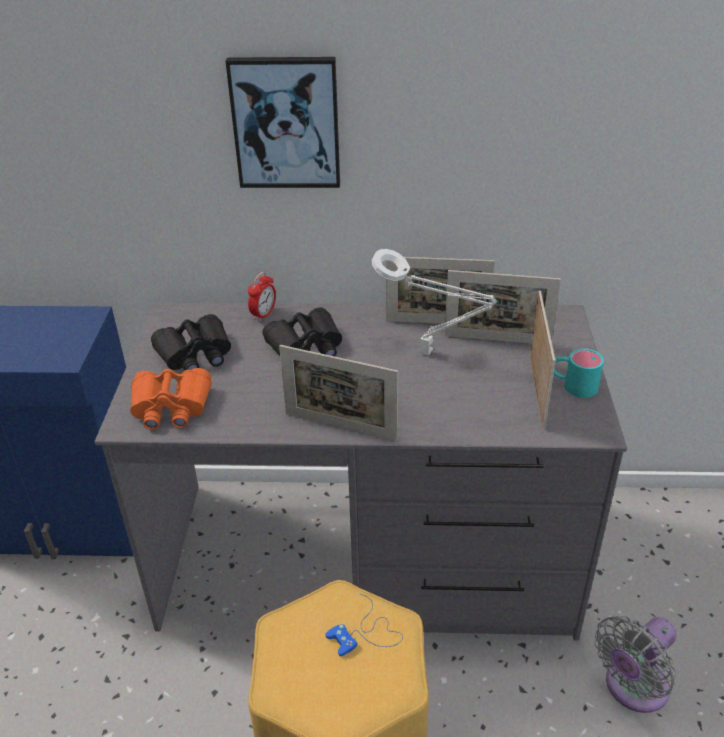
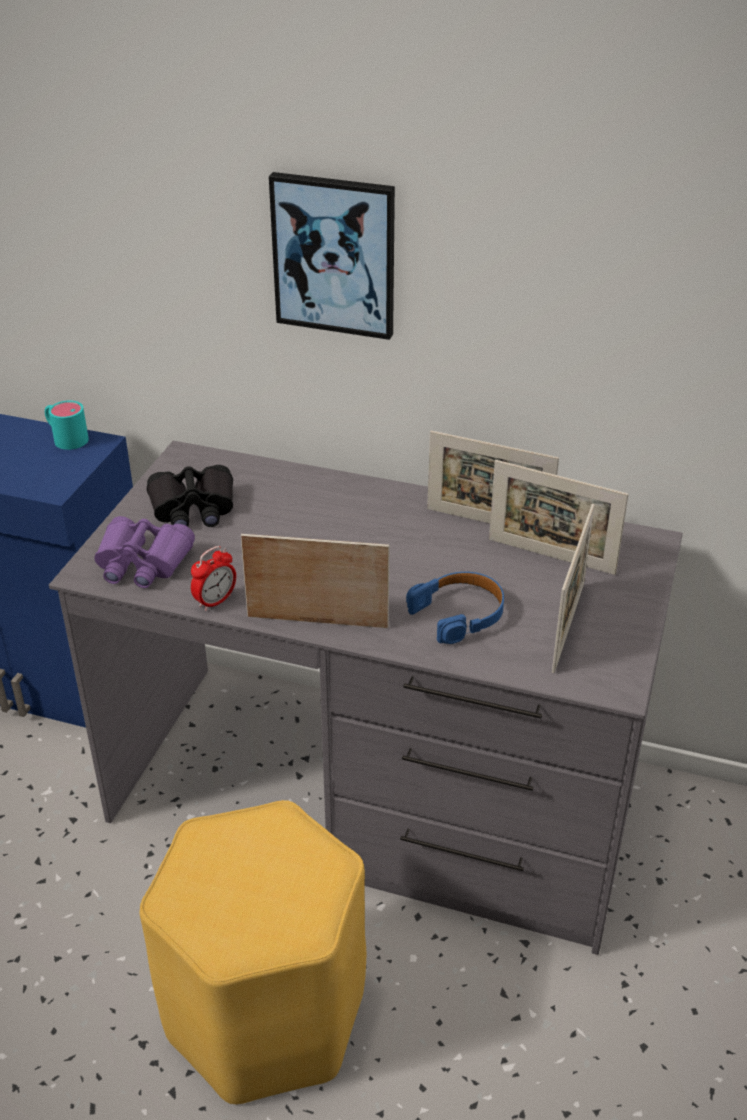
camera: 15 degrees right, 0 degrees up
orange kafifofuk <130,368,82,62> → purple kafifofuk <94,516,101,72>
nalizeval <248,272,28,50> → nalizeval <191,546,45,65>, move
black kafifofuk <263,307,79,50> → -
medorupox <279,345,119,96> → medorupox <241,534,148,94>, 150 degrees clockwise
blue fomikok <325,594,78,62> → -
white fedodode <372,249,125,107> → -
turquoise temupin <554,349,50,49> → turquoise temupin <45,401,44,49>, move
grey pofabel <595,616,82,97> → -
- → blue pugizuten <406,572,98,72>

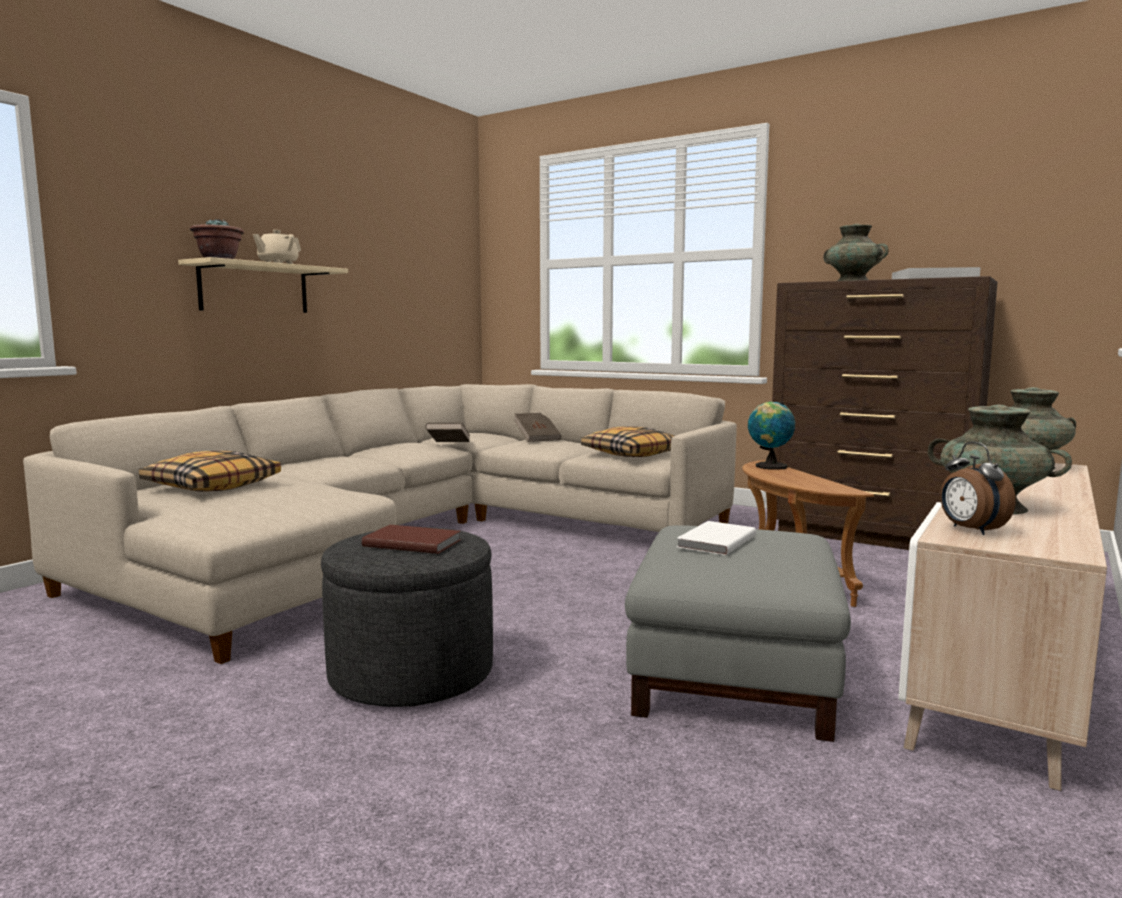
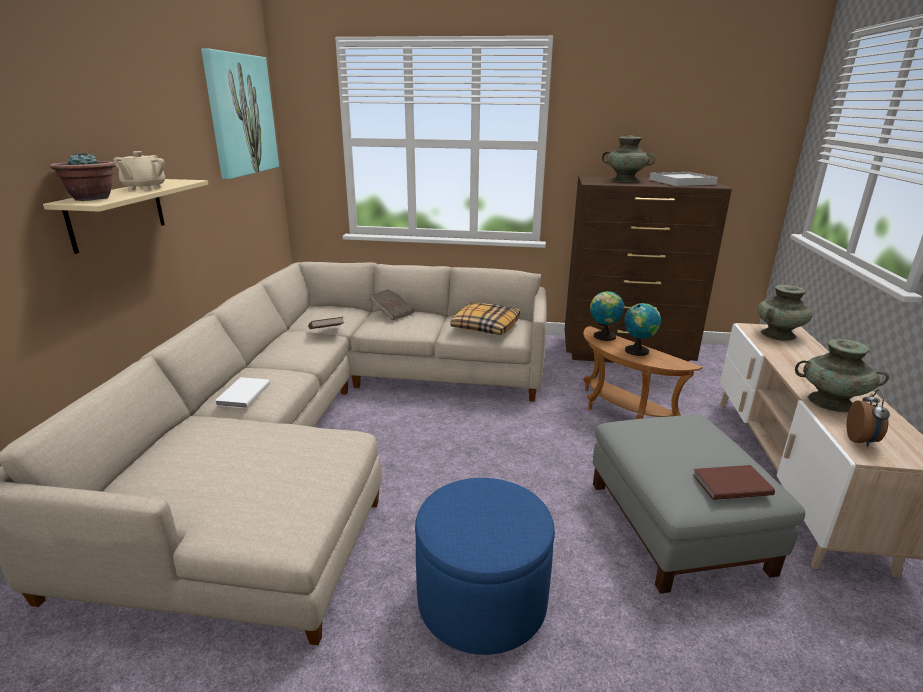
camera: 25 degrees left, 15 degrees up
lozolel <139,450,142,42> → -
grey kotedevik <321,527,172,180> → blue kotedevik <415,478,140,177>
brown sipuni <362,525,99,29> → brown sipuni <693,465,82,35>, move
white sipuni <677,521,79,34> → white sipuni <215,377,55,31>, move
nalizeval <940,442,76,93> → nalizeval <846,390,44,57>, 120 degrees counterclockwise
- → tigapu <201,48,78,131>
- → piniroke <624,303,37,53>

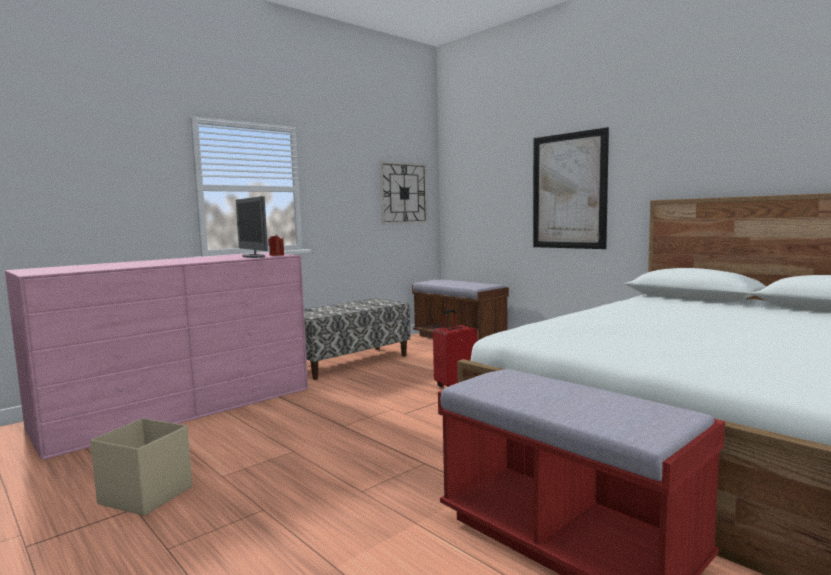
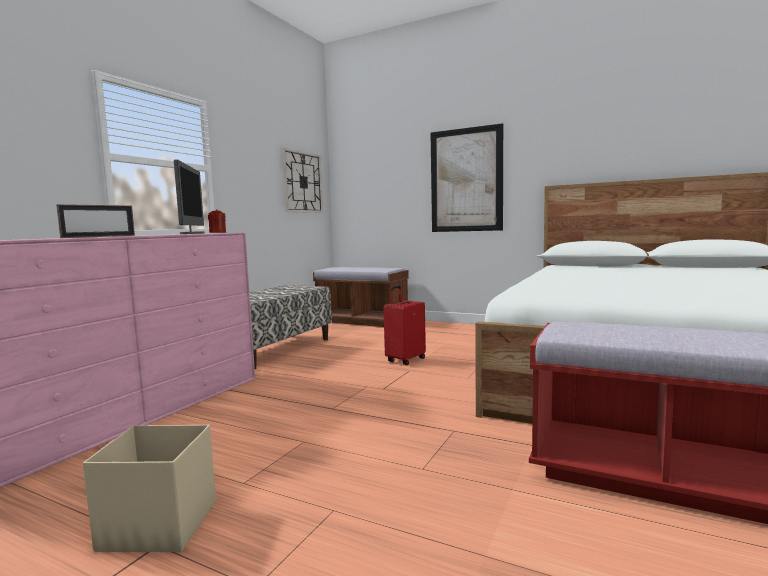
camera: 20 degrees left, 0 degrees up
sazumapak <236,196,32,62> → sazumapak <174,159,31,75>, 135 degrees counterclockwise
- → medorupox <56,204,79,34>

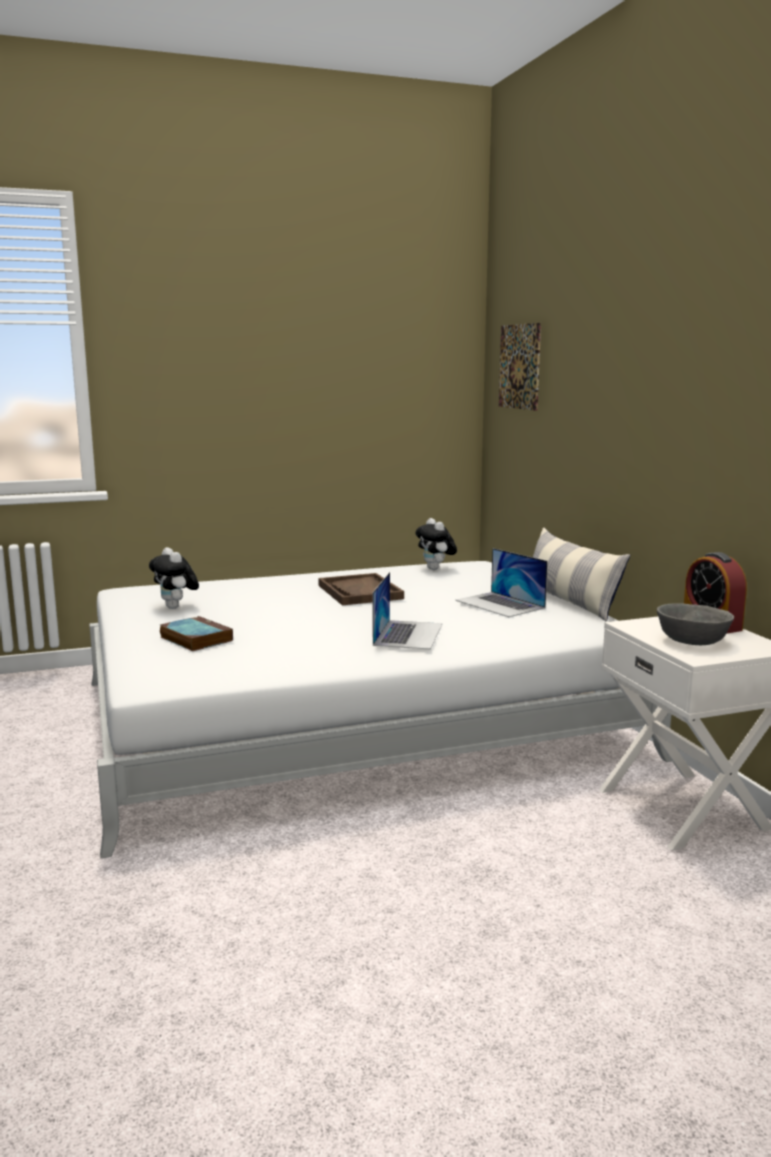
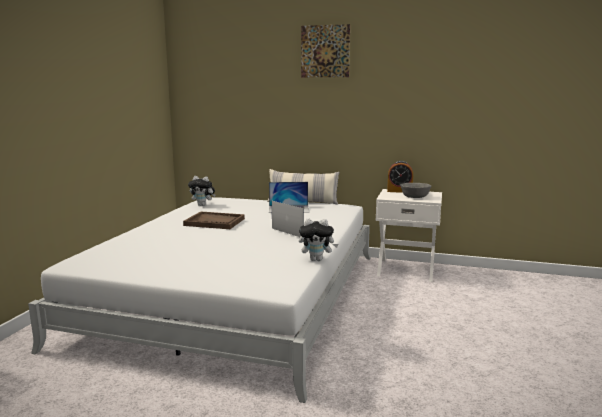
camera: 55 degrees left, 0 degrees up
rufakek <149,547,50,62> → rufakek <299,218,39,43>, move
sipuni <160,616,73,35> → -
tigapu <499,323,42,88> → tigapu <301,24,49,53>, move

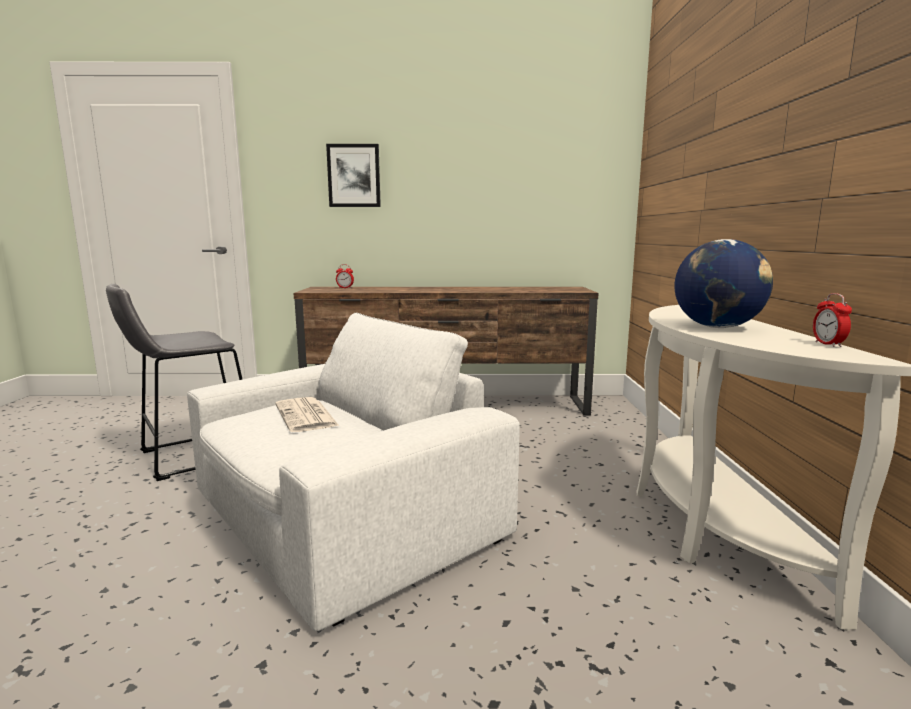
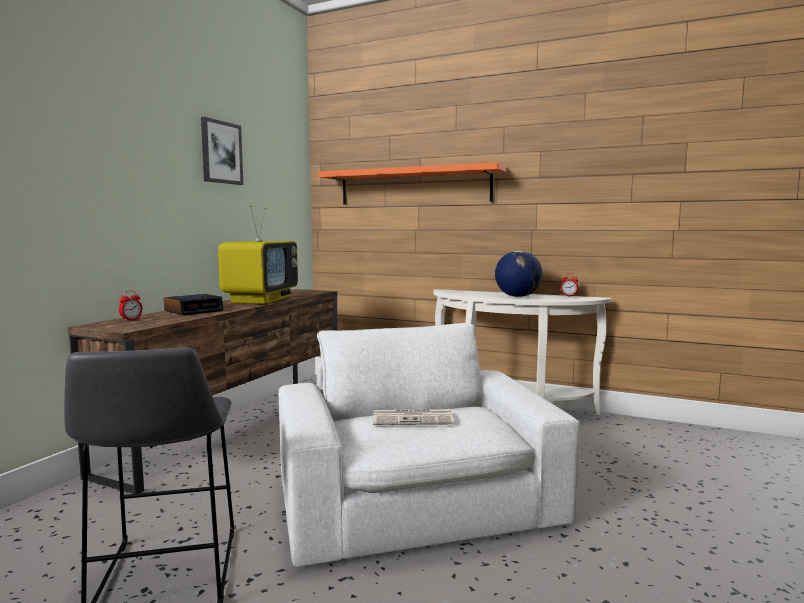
camera: 65 degrees left, 5 degrees down
tigapu <326,144,55,63> → tigapu <201,117,42,68>, move
- → nalizeval <164,294,60,22>
- → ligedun <218,205,80,99>
- → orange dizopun <319,162,187,43>

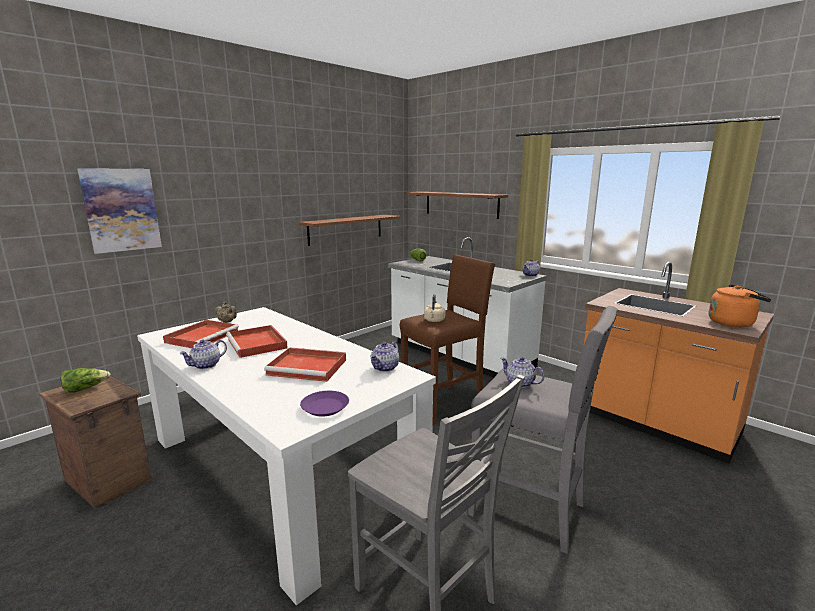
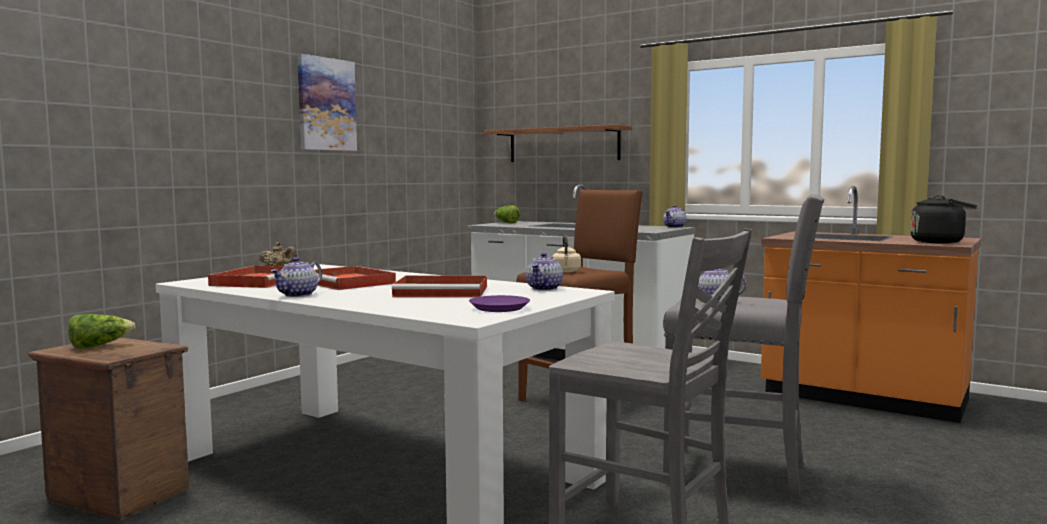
camera: 10 degrees left, 10 degrees down
tigapu <77,168,85,86> → tigapu <297,54,60,97>, move
dizopun <299,215,101,31> → -
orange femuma <709,284,62,43> → black femuma <910,195,67,49>

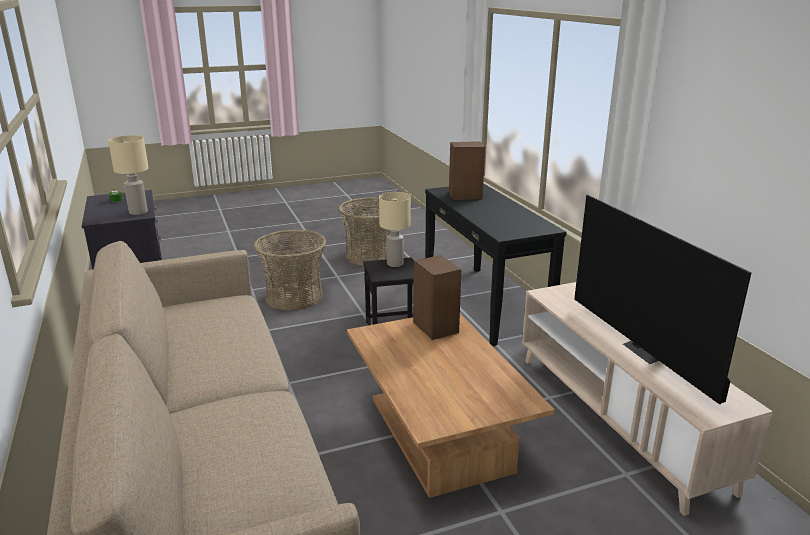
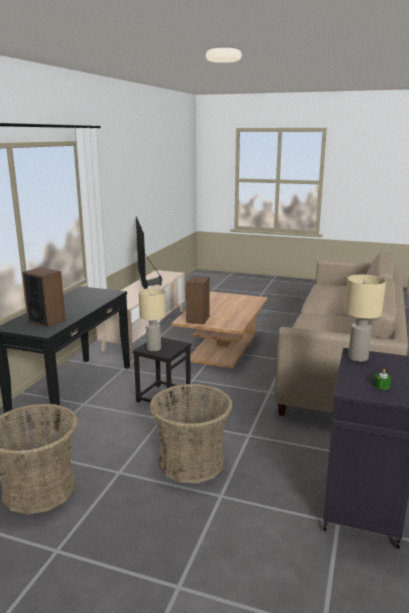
camera: 140 degrees left, 5 degrees down
ligedun <574,195,178,209> → ligedun <136,216,27,73>, 150 degrees clockwise

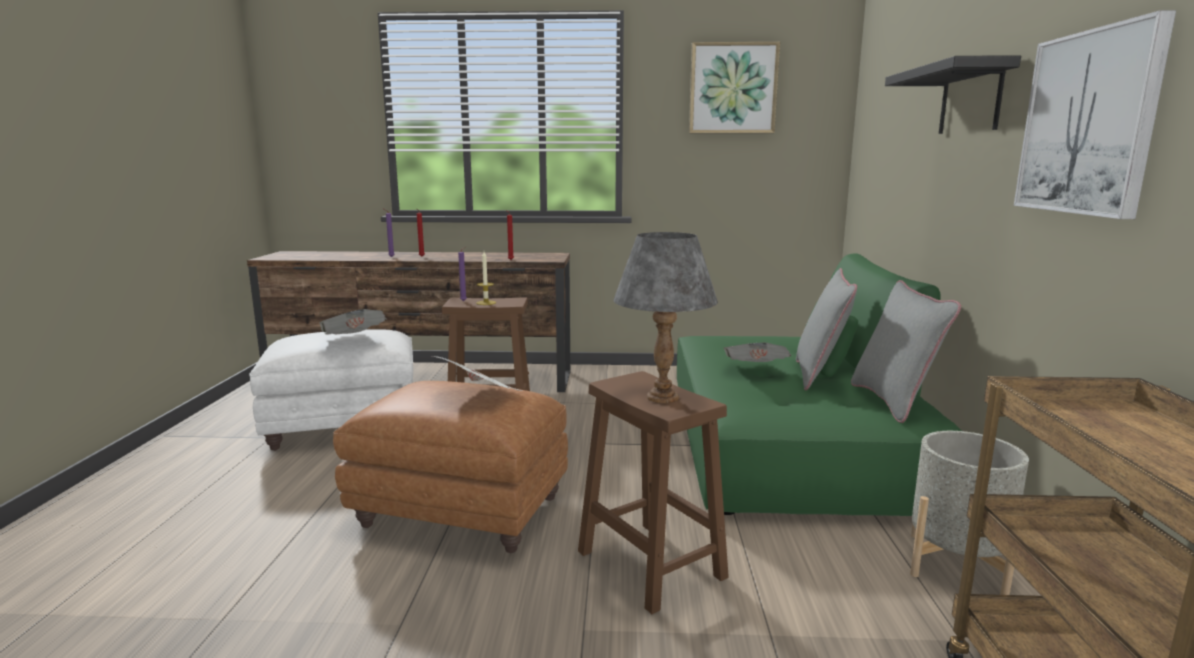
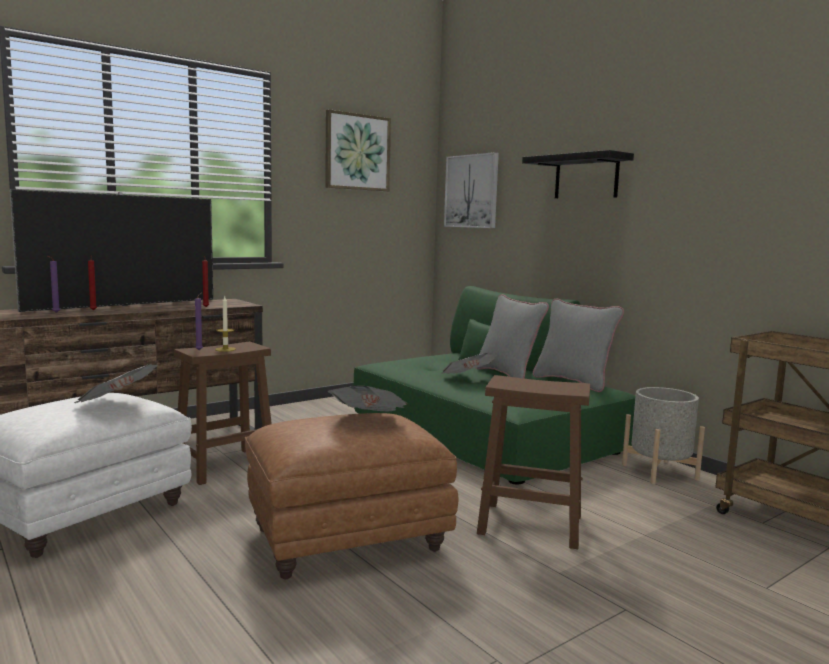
camera: 40 degrees left, 5 degrees down
grey fedodode <613,232,105,171> → -
tigapu <1014,10,162,209> → tigapu <444,152,55,76>, move
- → ligedun <10,189,203,123>

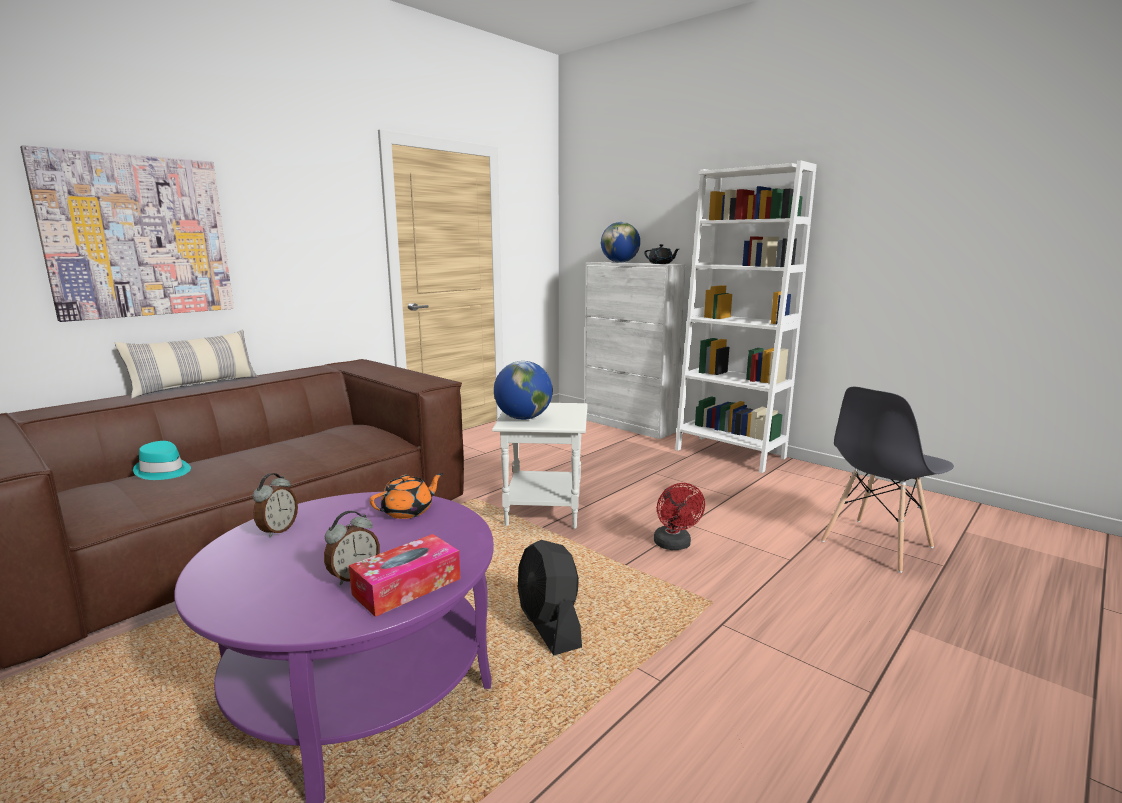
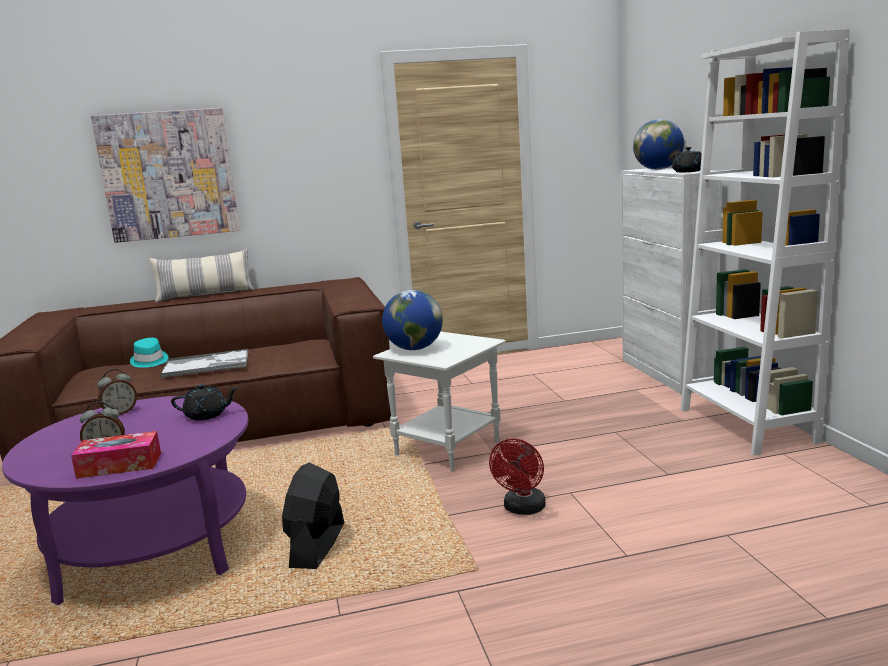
camera: 35 degrees right, 0 degrees up
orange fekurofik <370,473,73,46> → black fekurofik <171,384,67,36>
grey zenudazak <821,387,133,186> → -
- → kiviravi <160,349,89,29>

